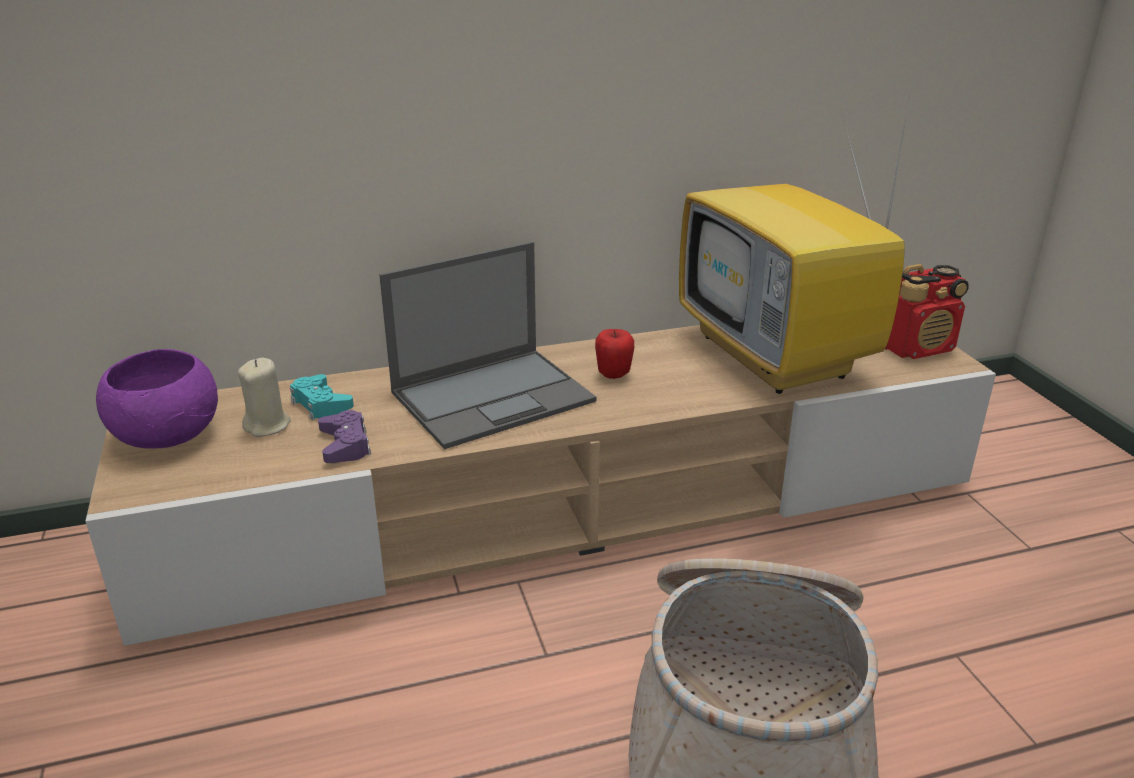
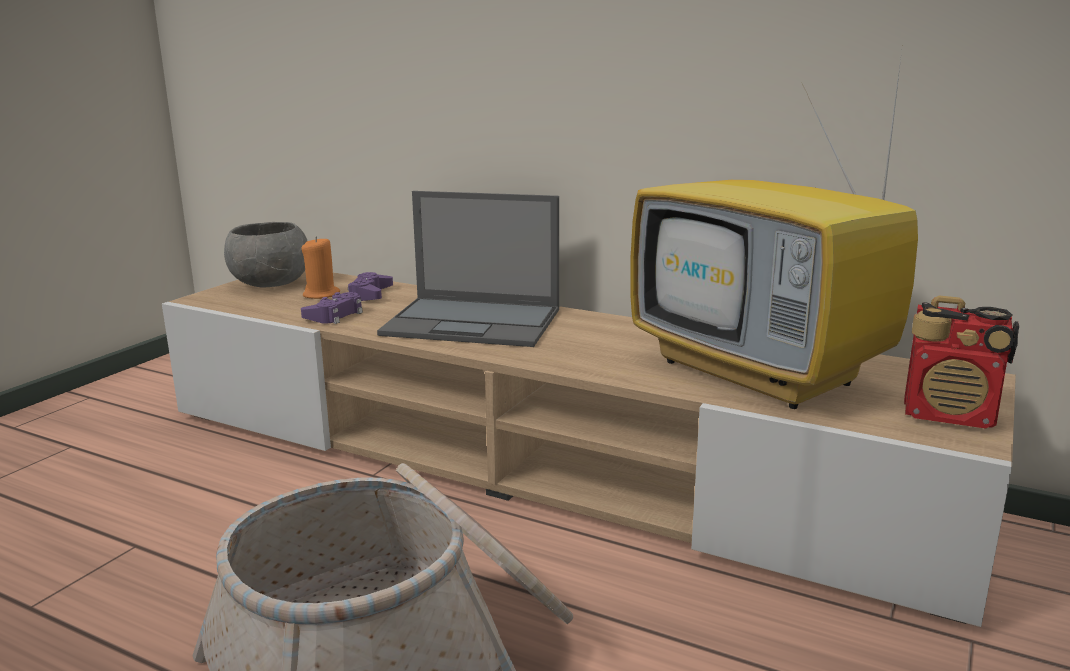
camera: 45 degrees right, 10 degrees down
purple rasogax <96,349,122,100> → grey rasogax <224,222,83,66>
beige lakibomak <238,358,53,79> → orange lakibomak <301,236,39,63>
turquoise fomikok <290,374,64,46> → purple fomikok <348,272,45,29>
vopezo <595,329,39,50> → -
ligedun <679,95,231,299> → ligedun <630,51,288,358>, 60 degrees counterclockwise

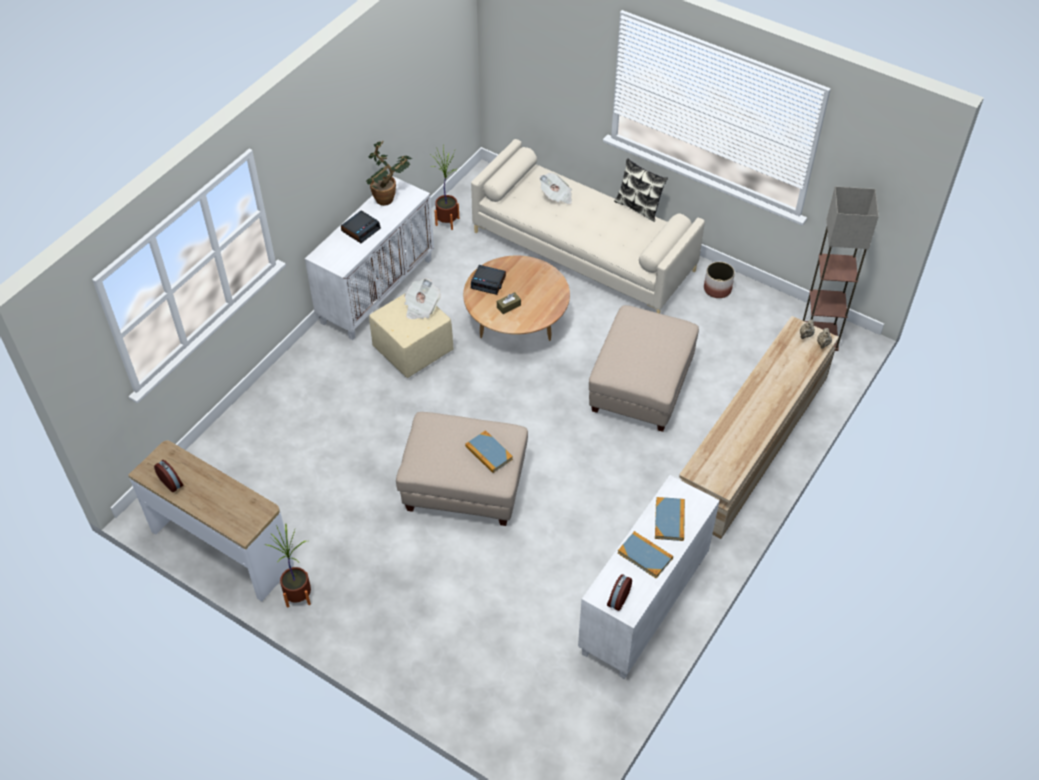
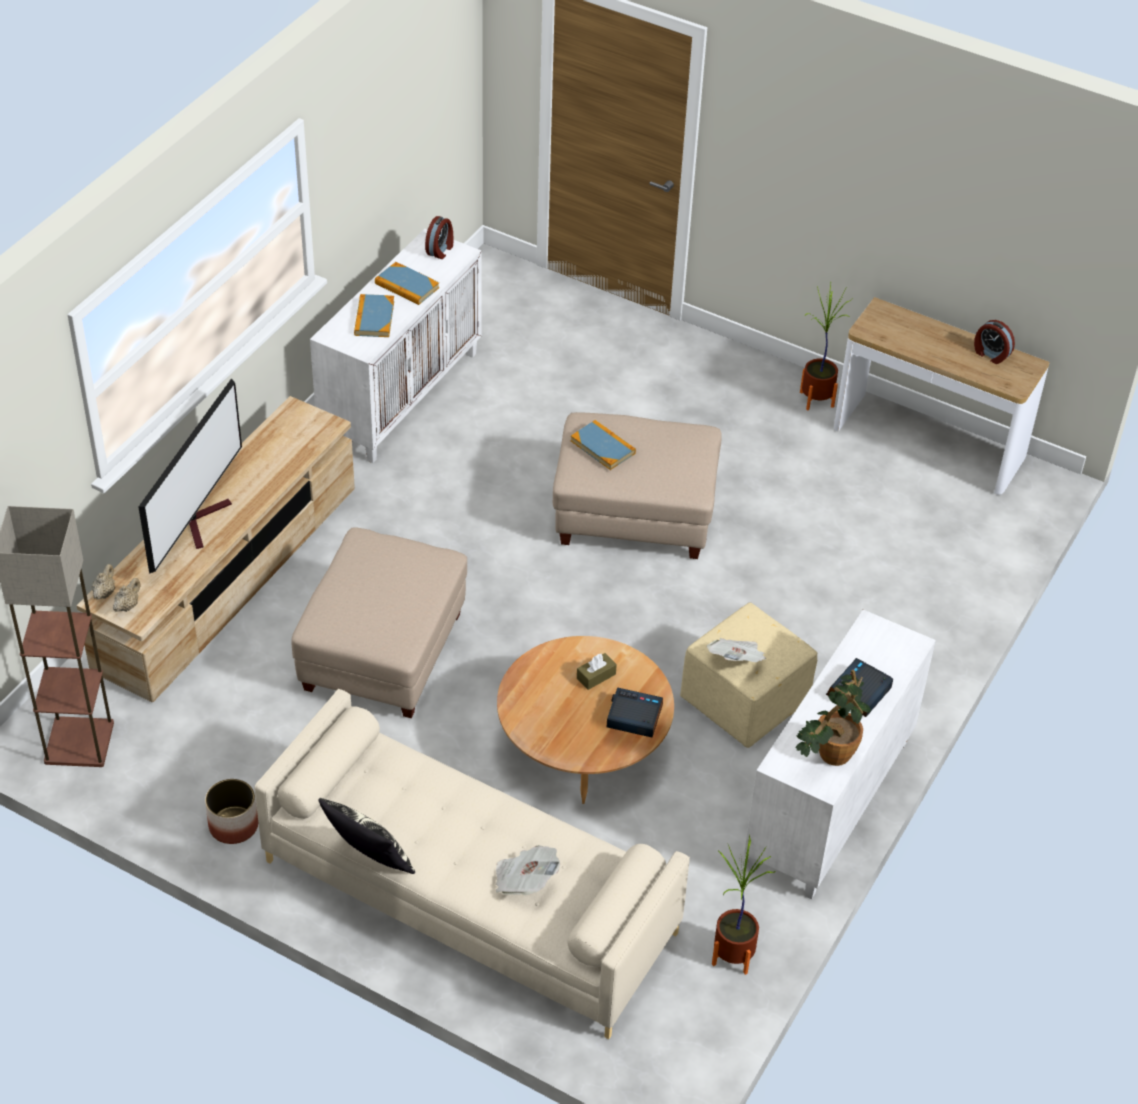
camera: 175 degrees right, 5 degrees down
- → ligedun <139,378,103,196>

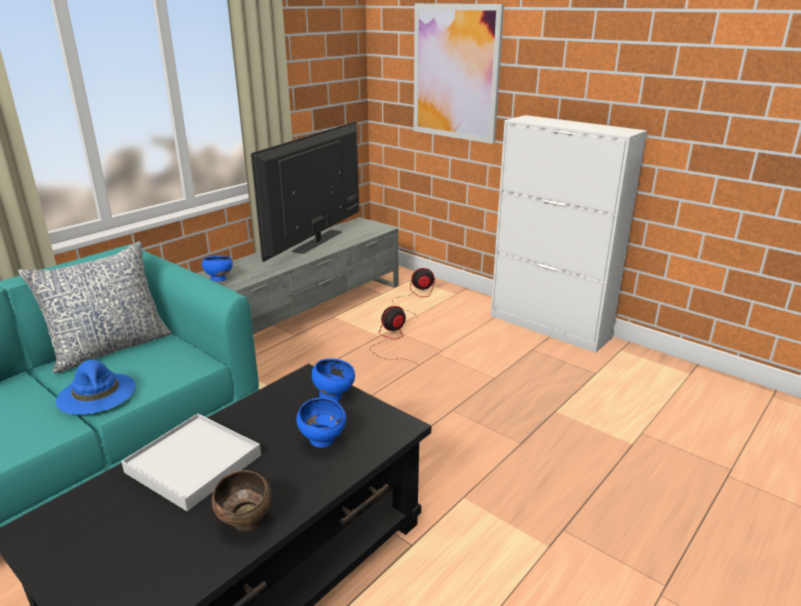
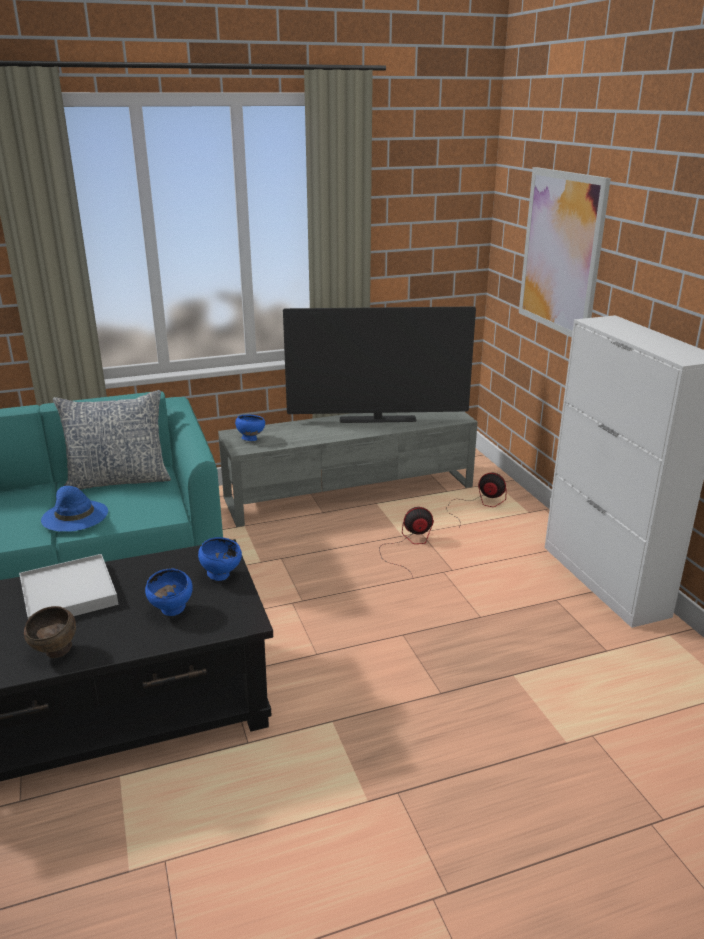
camera: 30 degrees right, 0 degrees up
ligedun <251,122,108,140> → ligedun <283,306,193,117>, 150 degrees counterclockwise

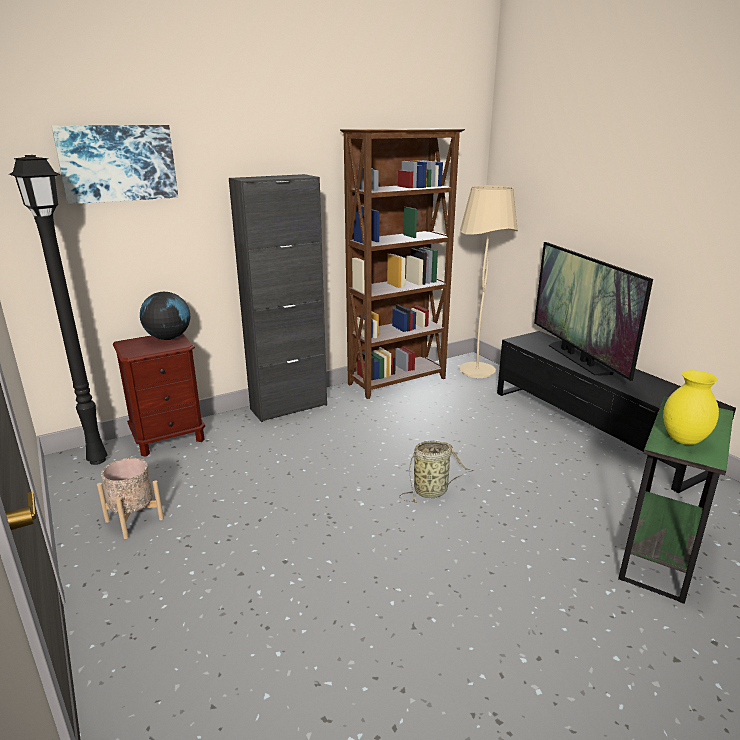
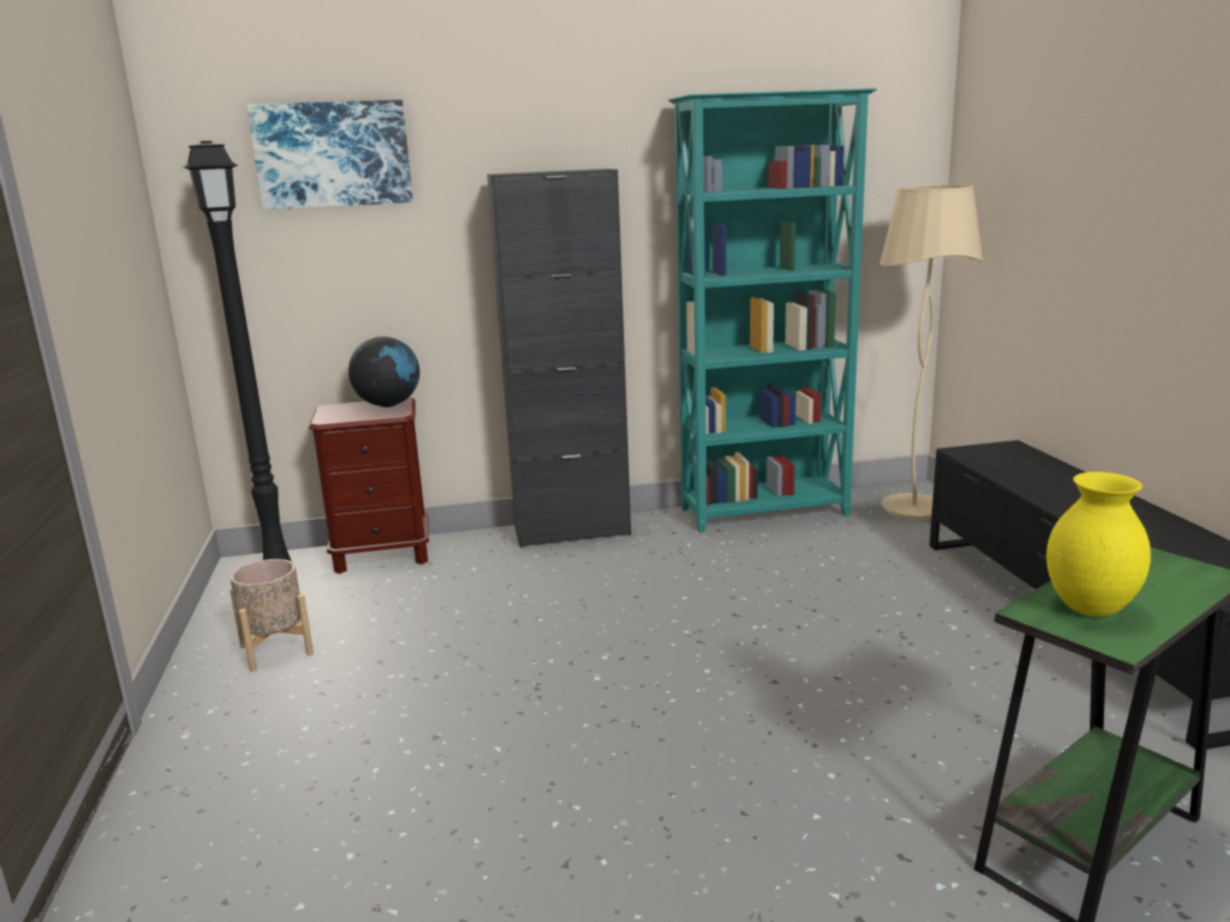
camera: 20 degrees right, 5 degrees down
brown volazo <340,129,125,270> → turquoise volazo <668,88,209,445>
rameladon <399,441,75,62> → -
ligedun <534,242,119,139> → -

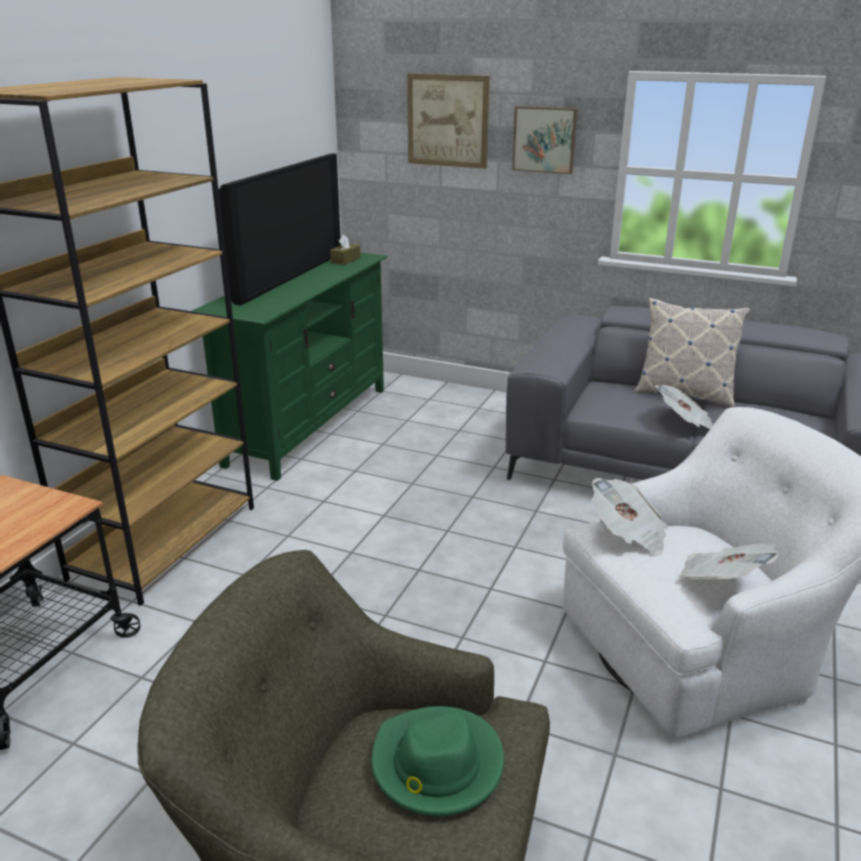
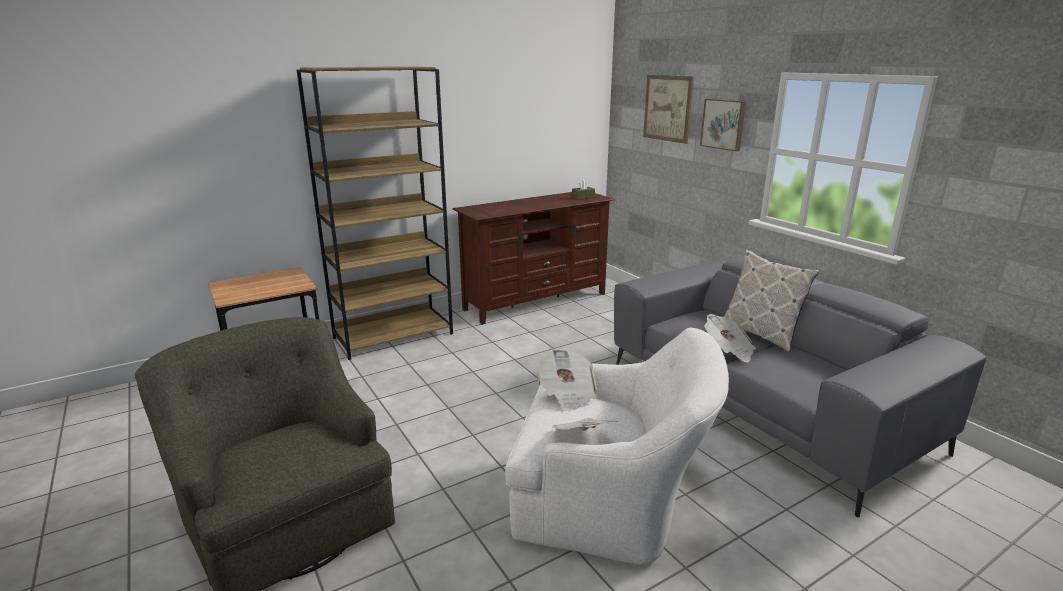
camera: 35 degrees right, 5 degrees down
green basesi <192,252,196,229> → brown basesi <452,192,163,133>
ligedun <219,153,122,152> → -
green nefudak <371,706,133,110> → -

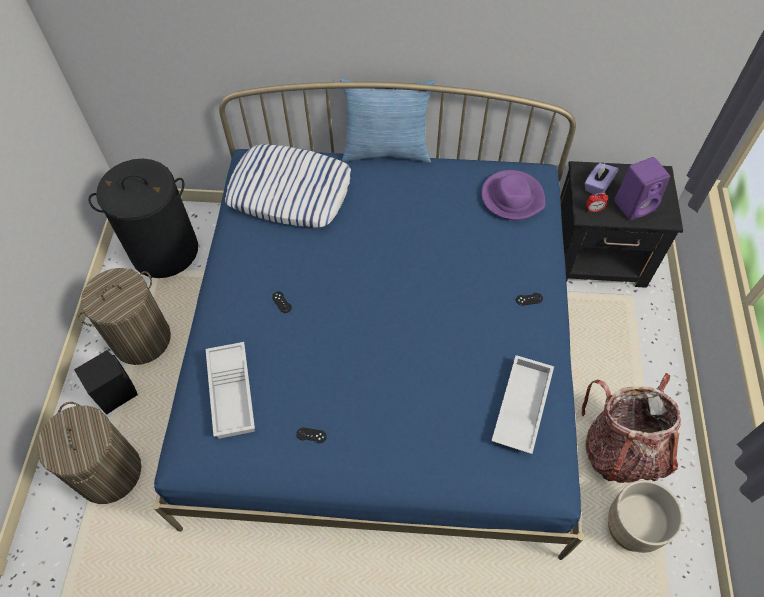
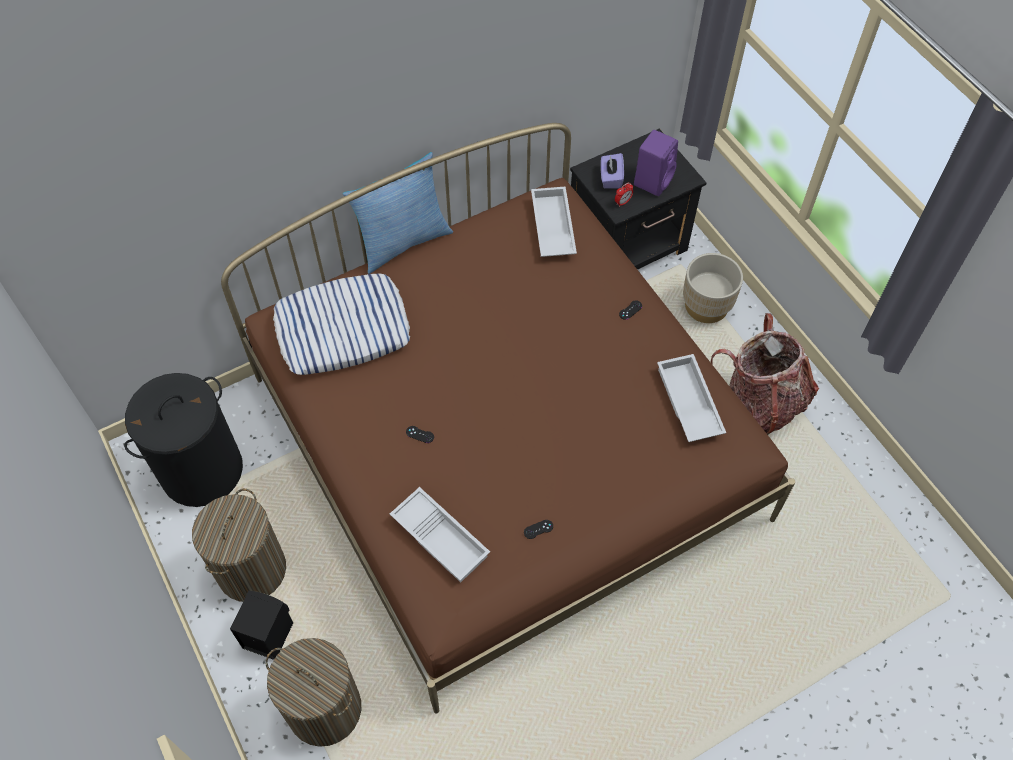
camera: 35 degrees left, 0 degrees up
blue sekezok <152,82,433,478> → brown sekezok <221,123,574,591>
purple nefudak <481,170,64,50> → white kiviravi <531,186,46,71>
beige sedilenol <608,480,75,73> → beige sedilenol <683,253,60,70>, move

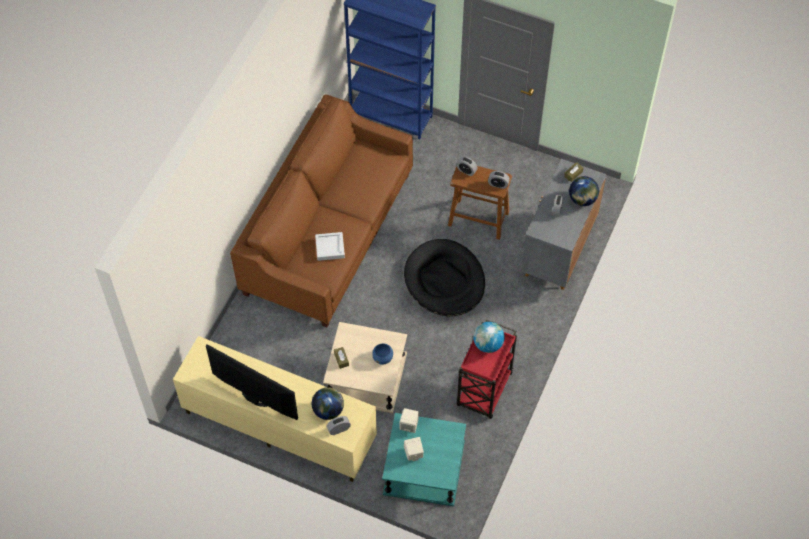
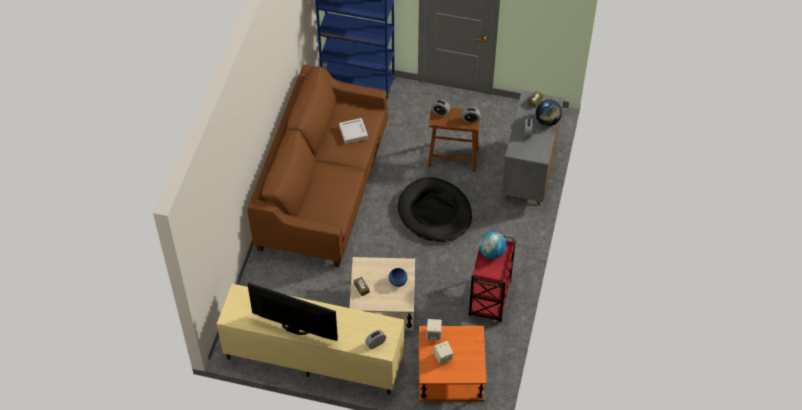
camera: 10 degrees left, 5 degrees down
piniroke <312,387,32,33> → -
grey kiviravi <315,232,30,29> → grey kiviravi <339,118,29,26>, move
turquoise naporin <382,413,84,94> → orange naporin <419,326,67,76>

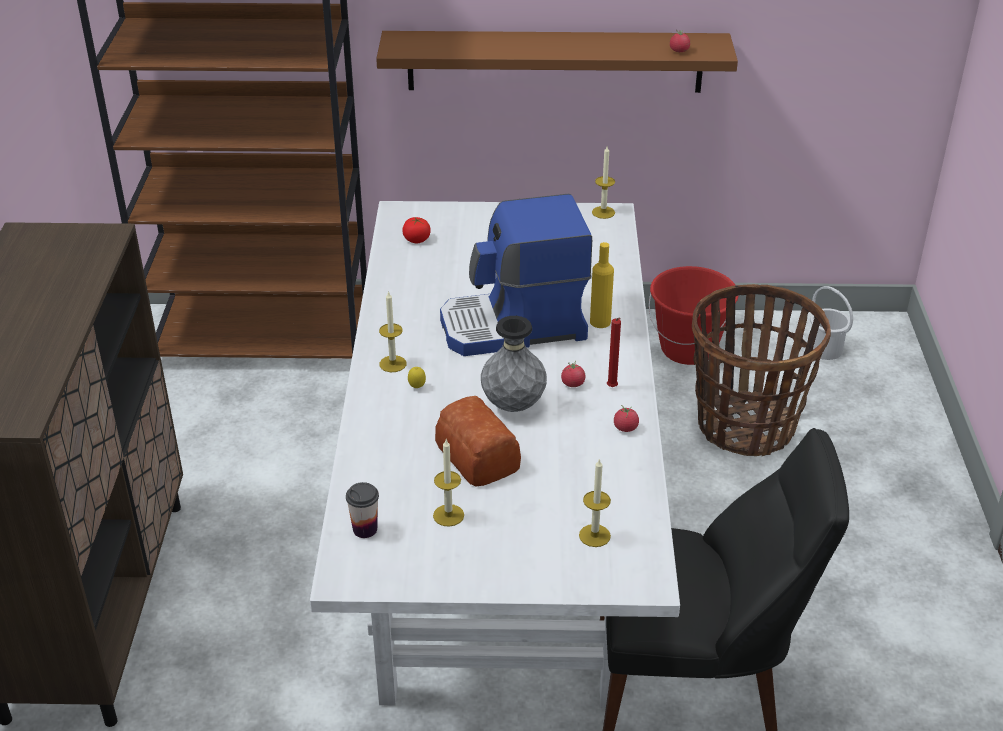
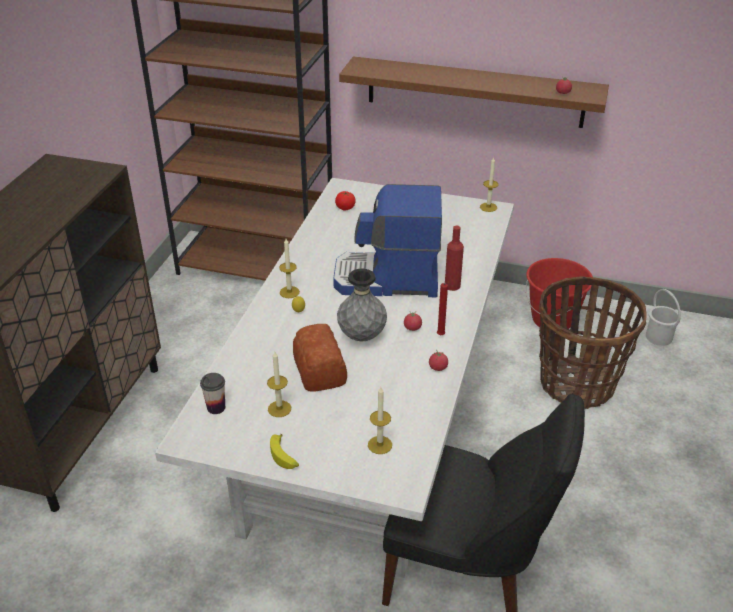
camera: 15 degrees right, 0 degrees up
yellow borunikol <590,242,24,86> → red borunikol <445,226,19,65>
- → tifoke <270,434,29,35>

